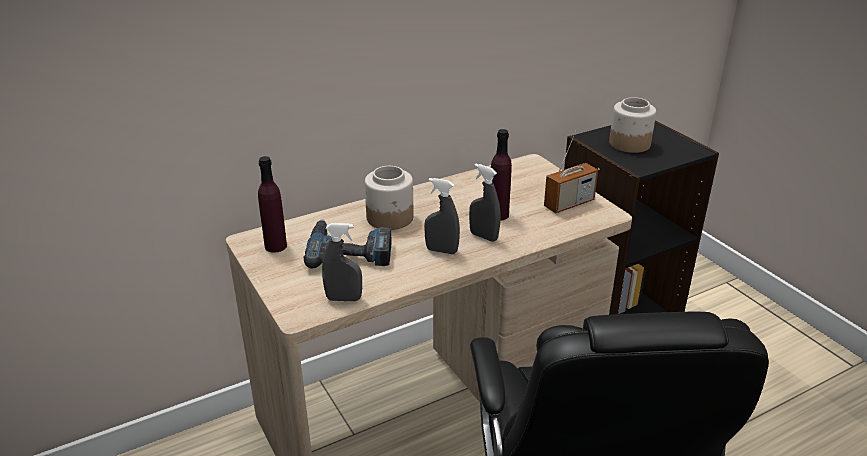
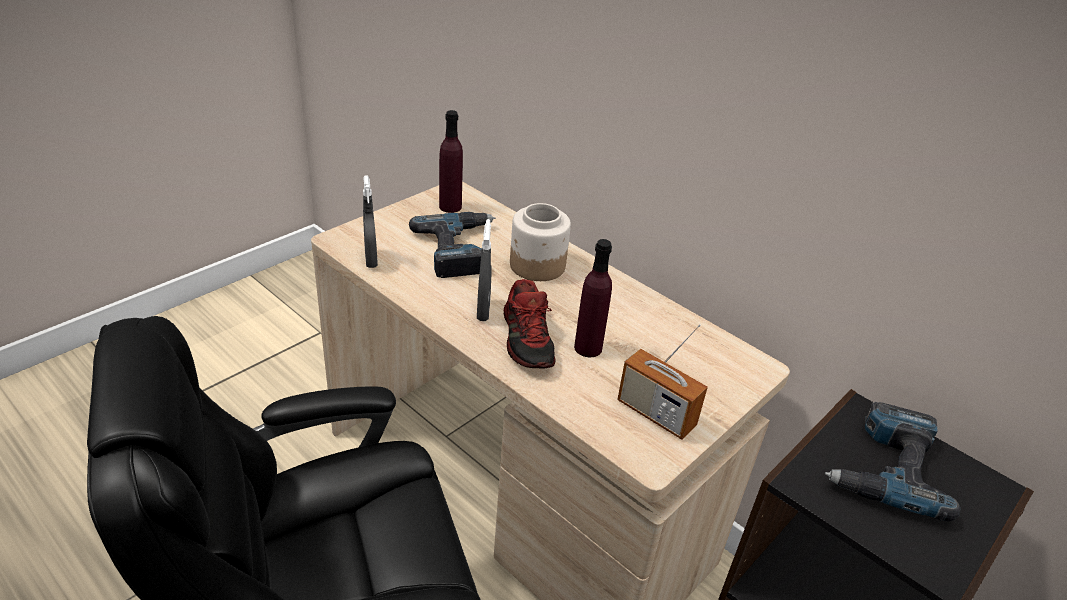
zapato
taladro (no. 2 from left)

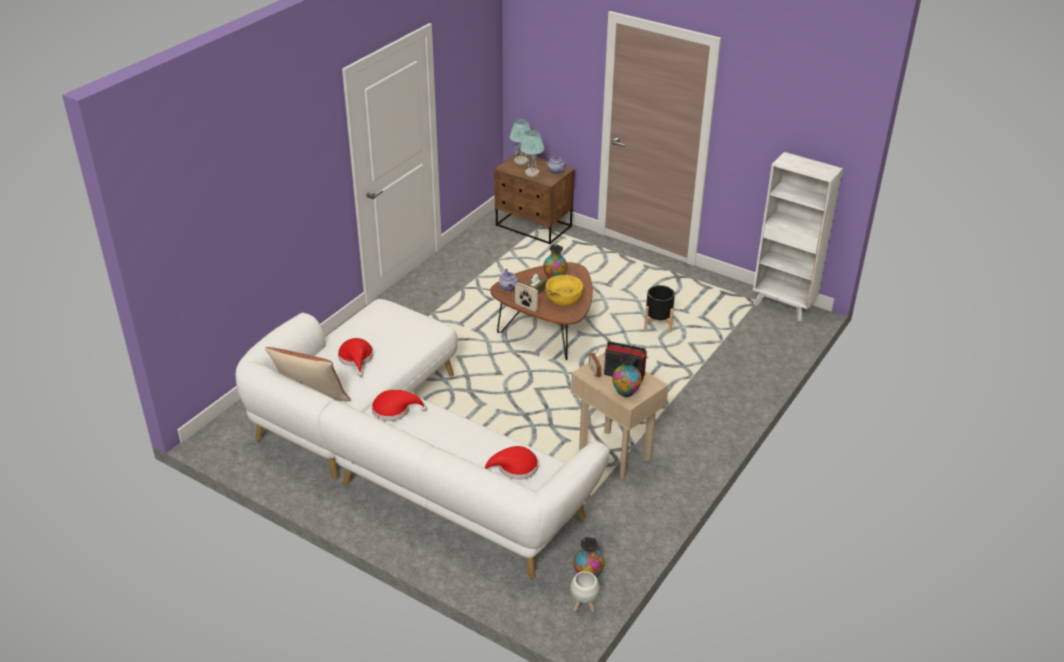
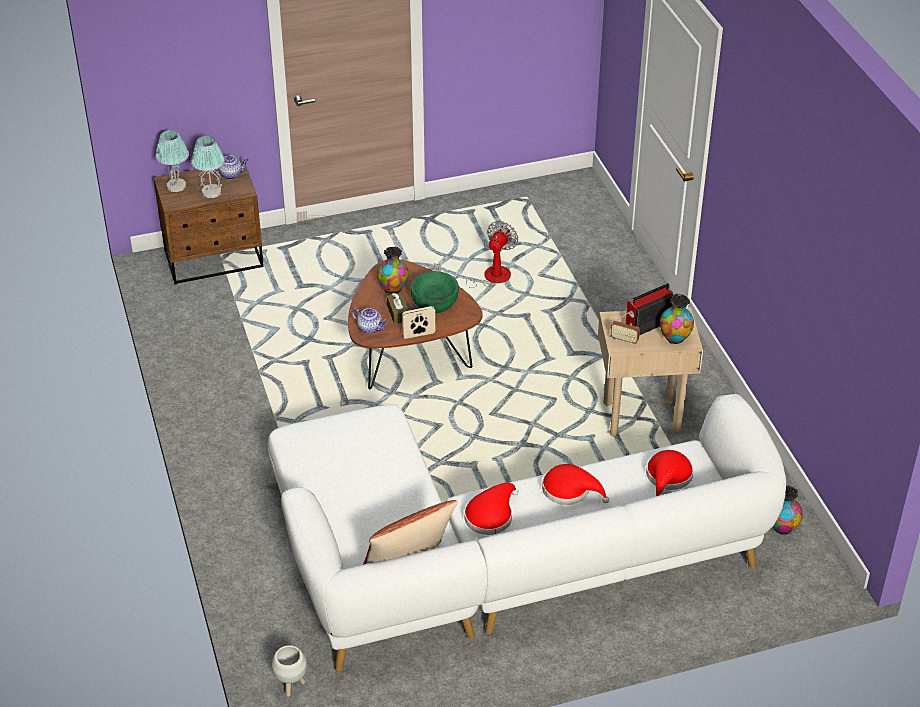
maceta [blanco]
cuenco [verde]
ventilador
sombrero [rojo] (no. 2 from left)
estantería [blanco]

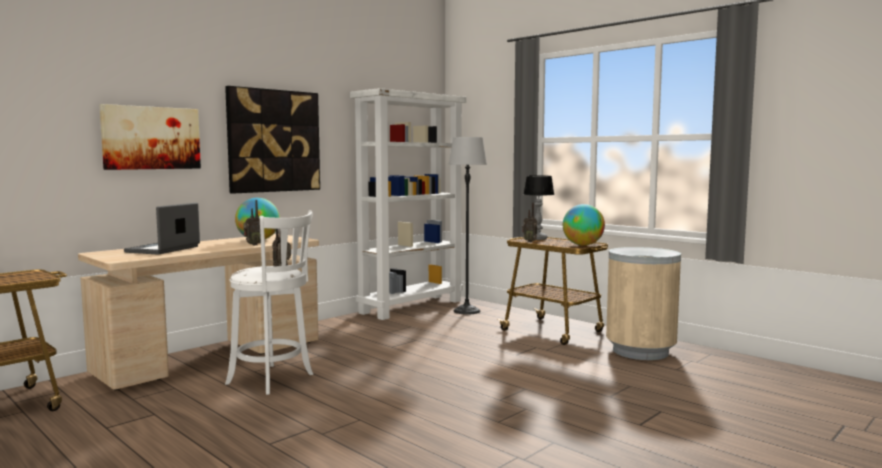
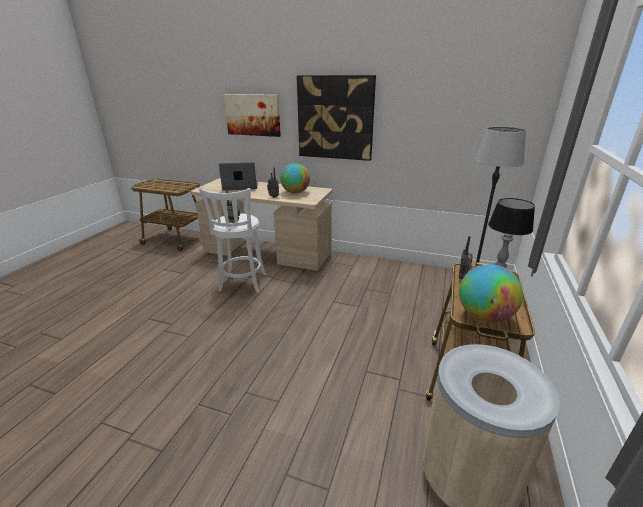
estantería [blanco]

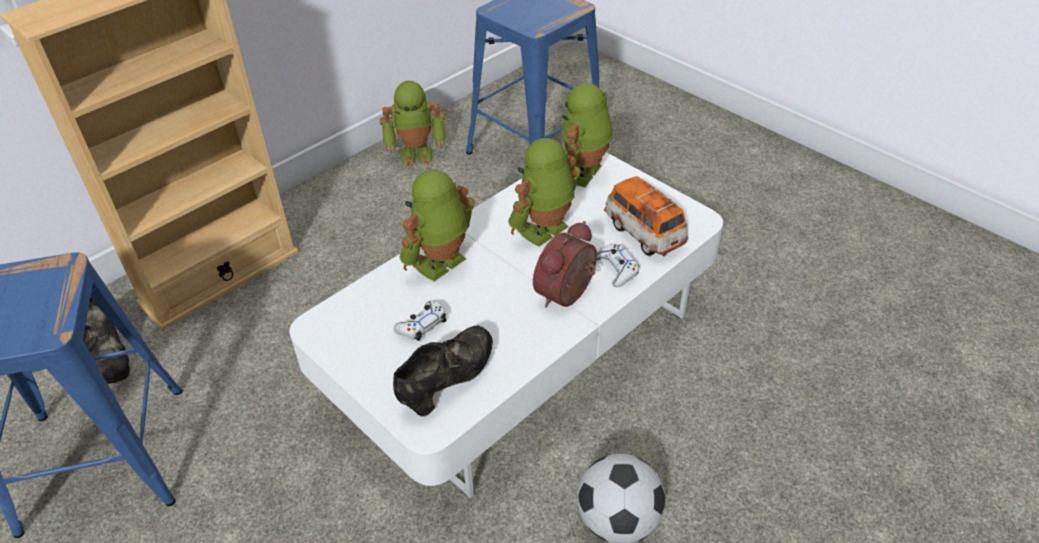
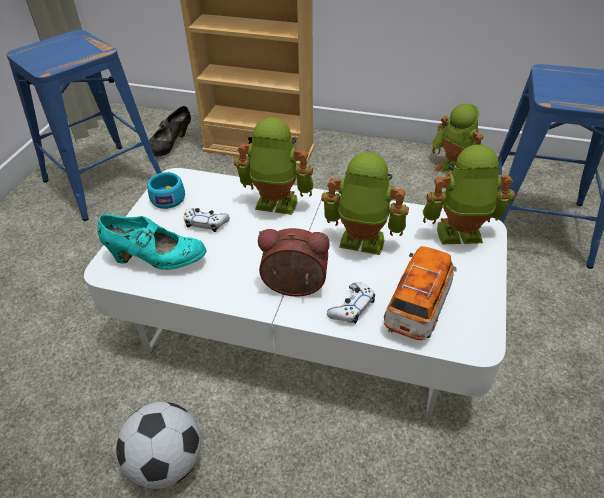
zapato [turquesa]
taza [turquesa]

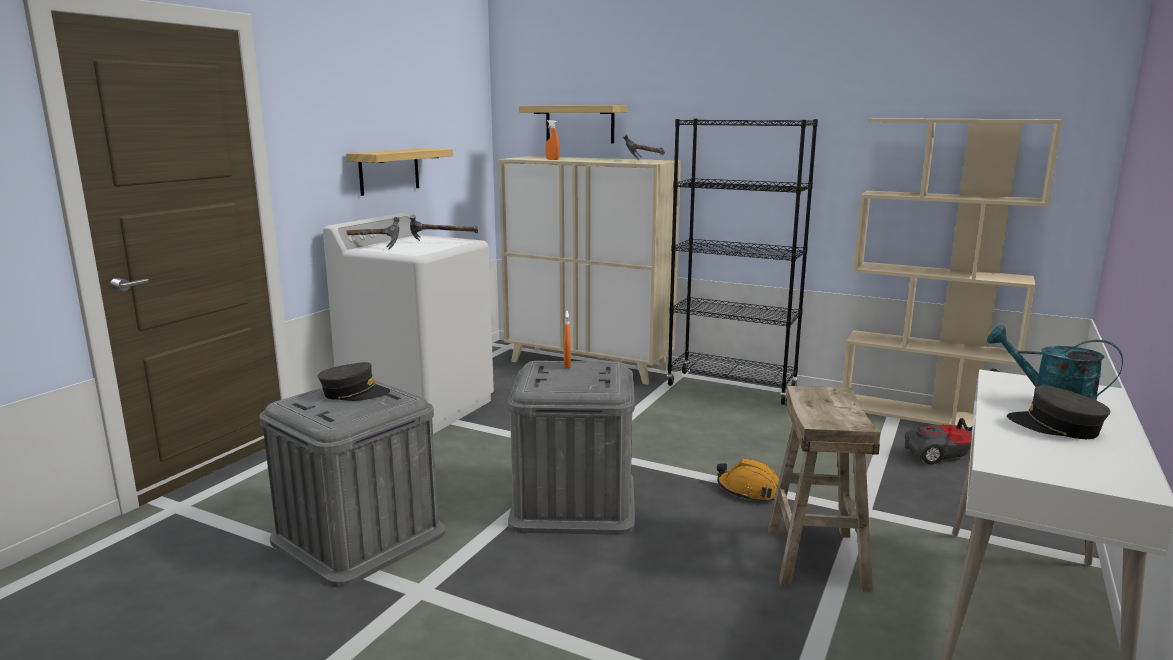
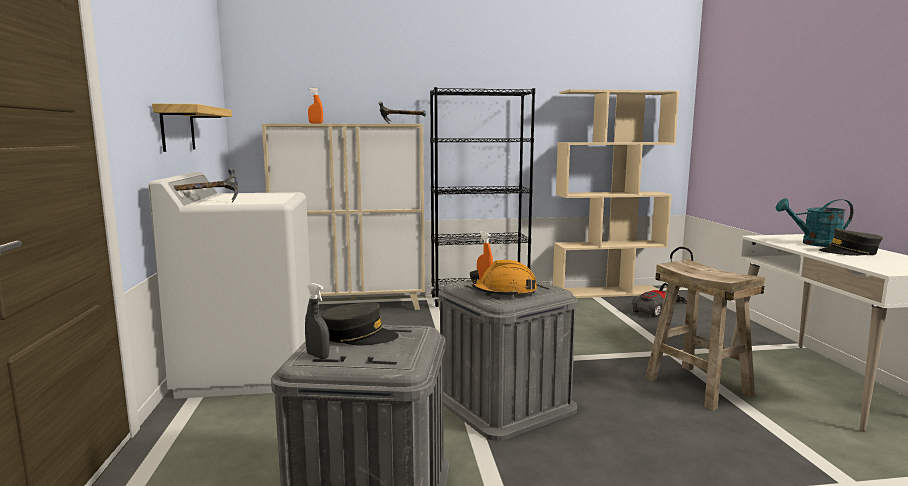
pulverizador [gris]
gorra [gris] (no. 1 from left)
casco [naranja]
martillo (no. 2 from left in the first image)
estante (no. 2 from left in the first image)

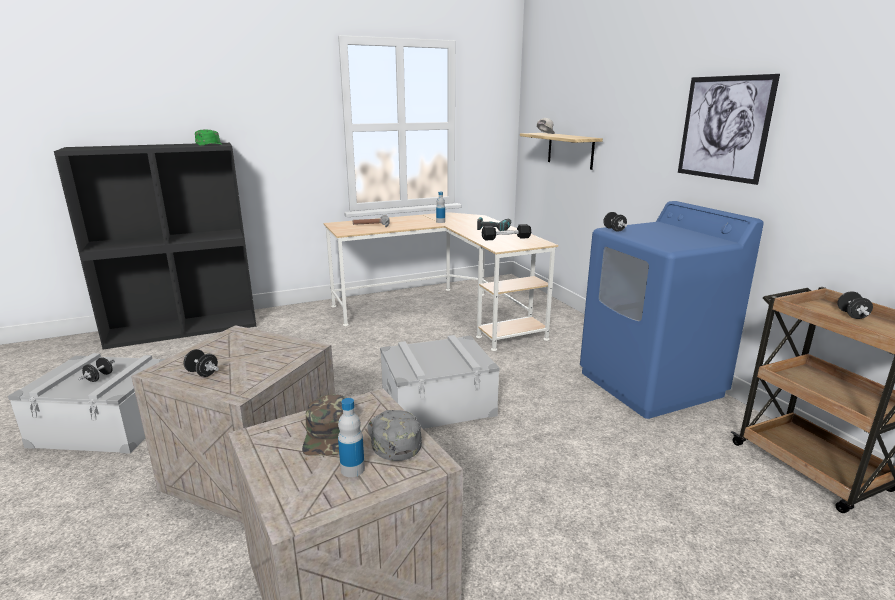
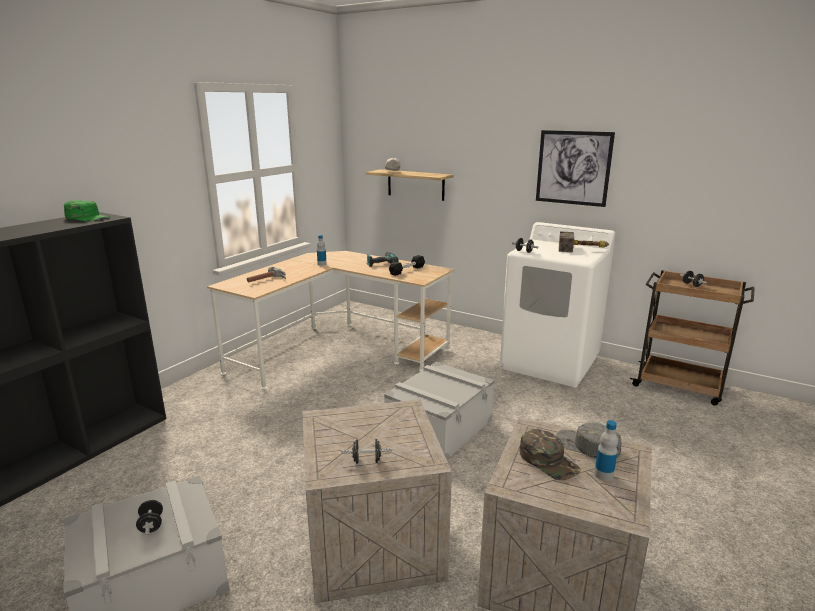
lavadora [blanco]
martillo (no. 2 from left)

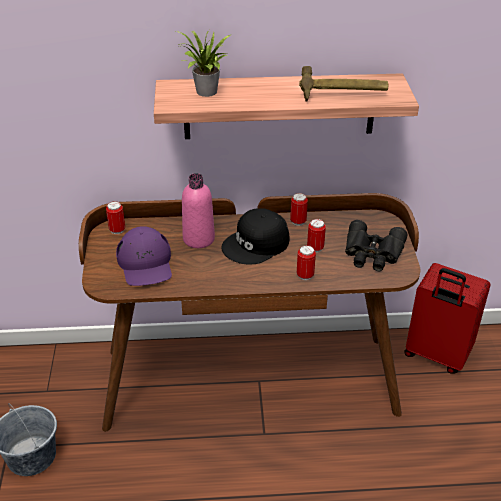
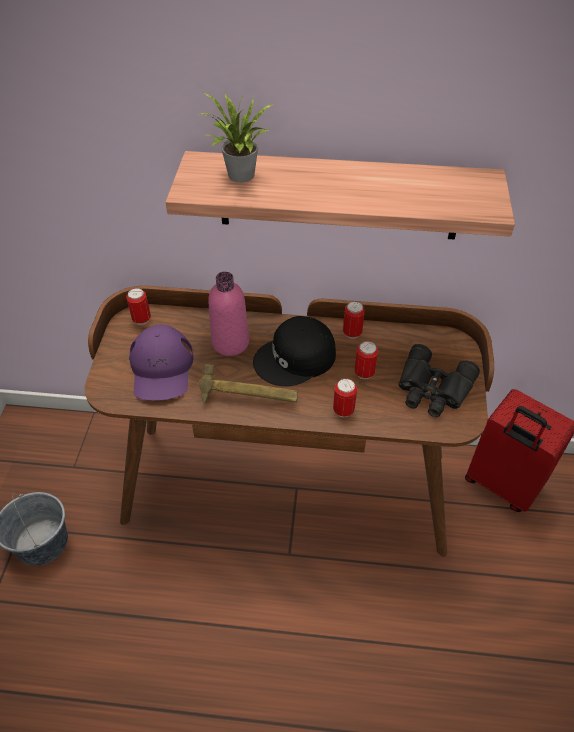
martillo

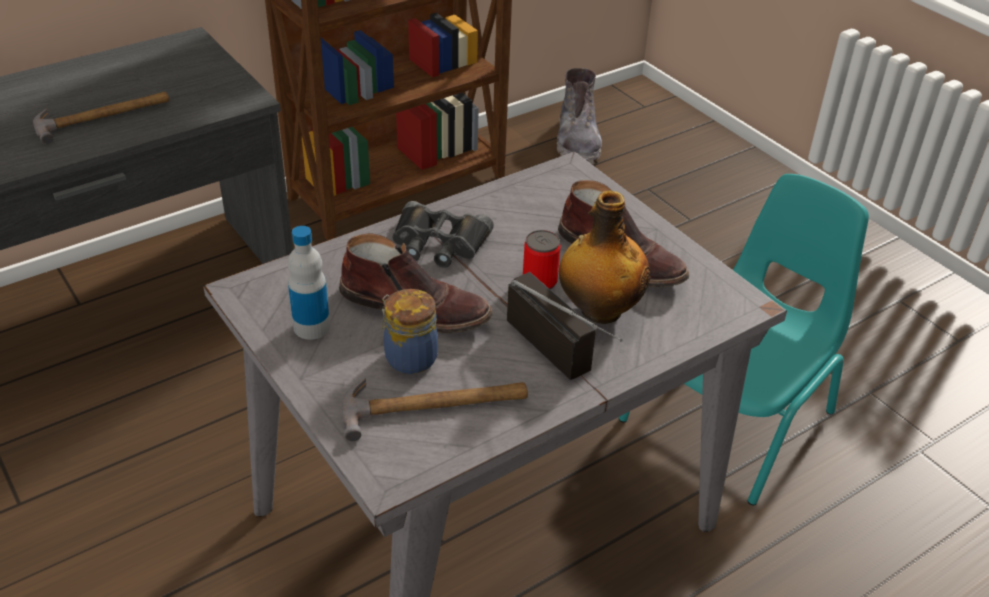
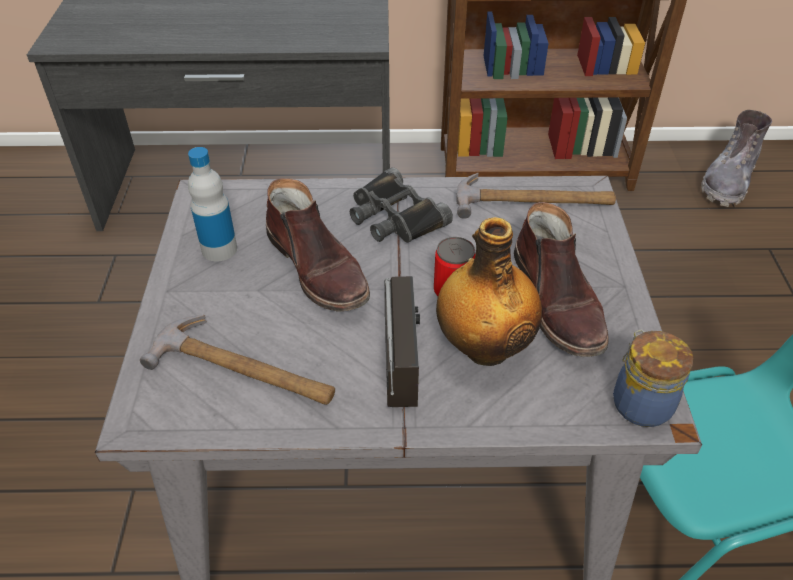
martillo (no. 2 from left)
tarro

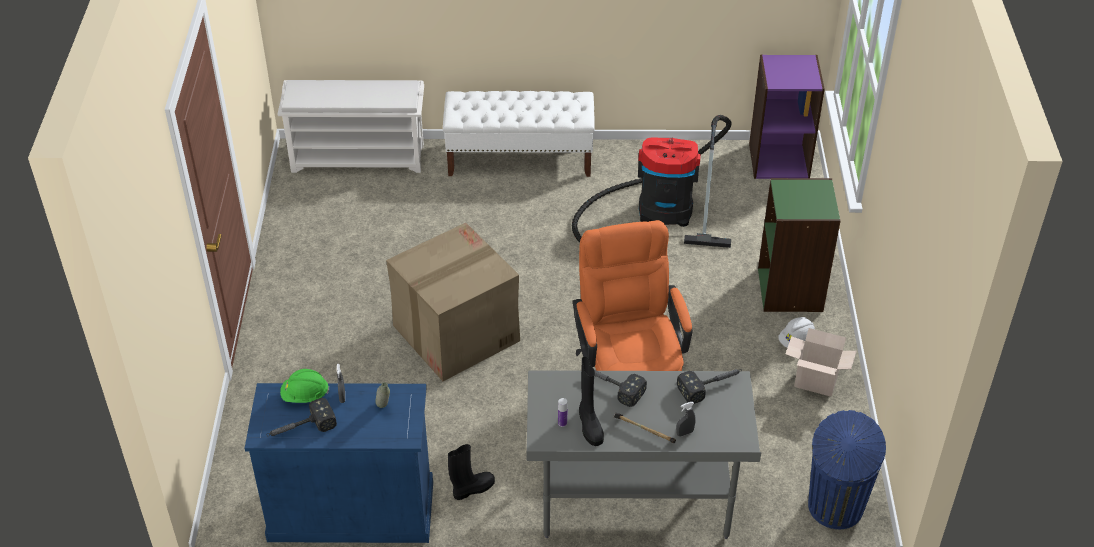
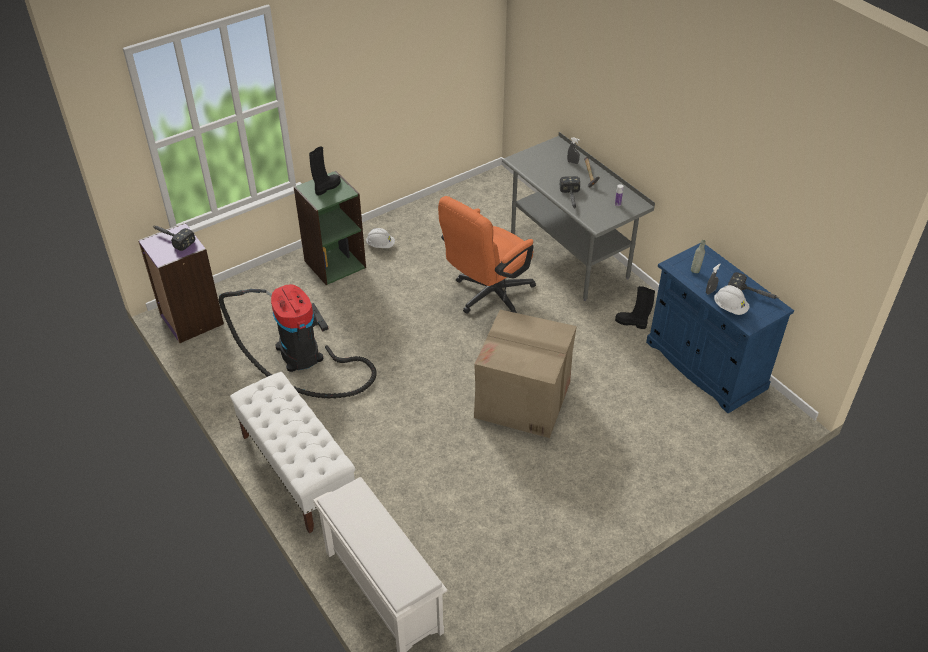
martillo (no. 1 from left)
bota [negro] (no. 1 from left)
casco [blanco] (no. 2 from left)
caja de cartón (no. 2 from left in the first image)
papelera [azul]

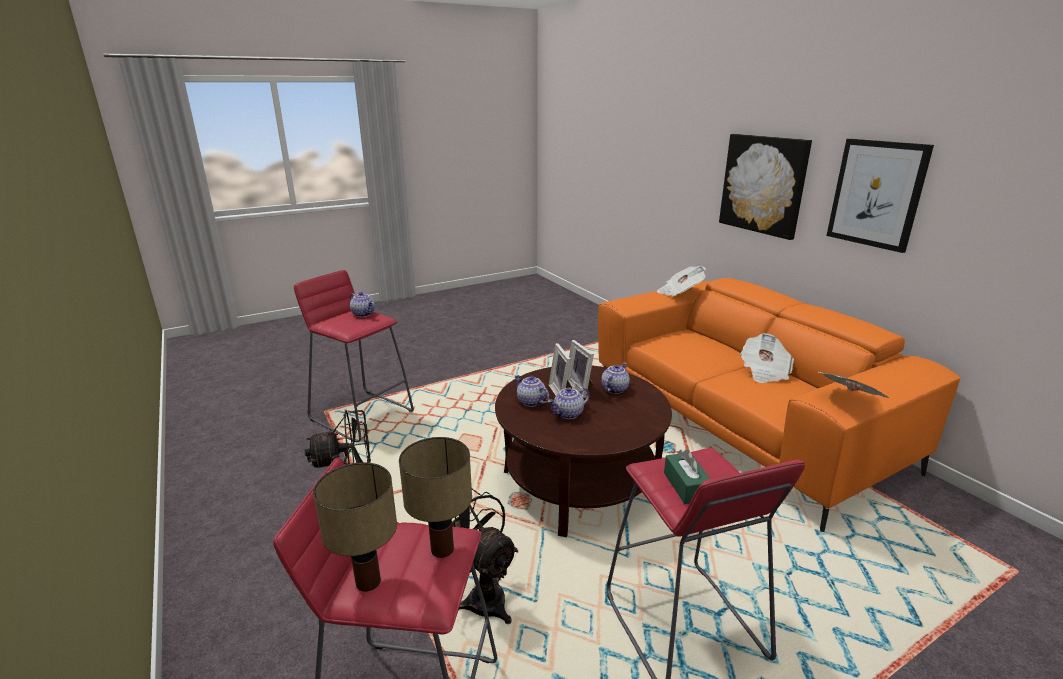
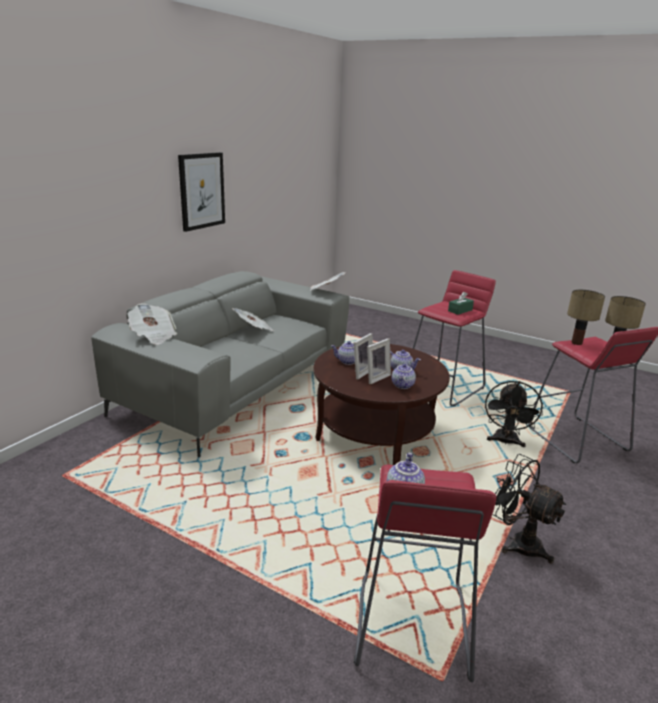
sofá [gris]
cuadro (no. 1 from left in the first image)

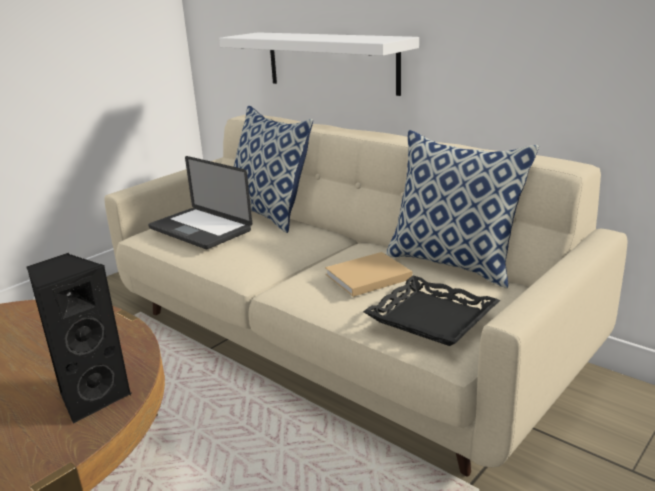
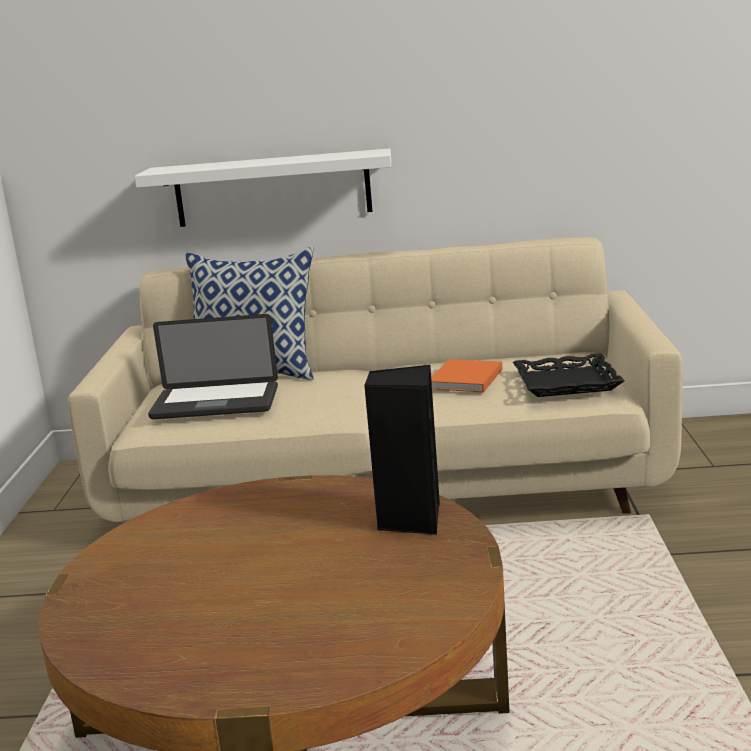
libro [naranja]
cojín (no. 2 from left in the first image)

